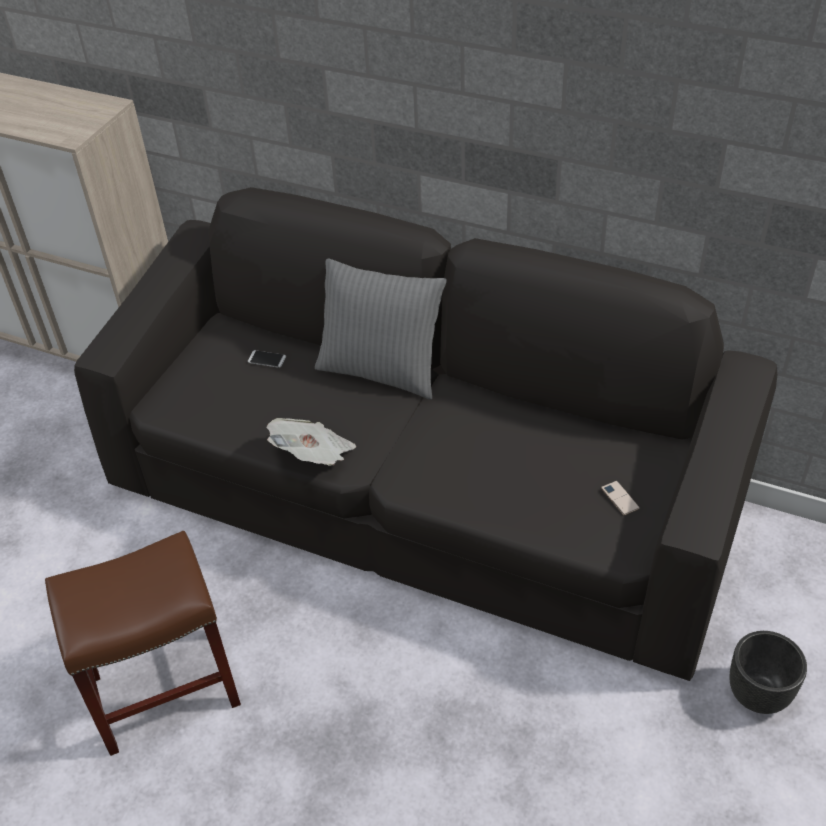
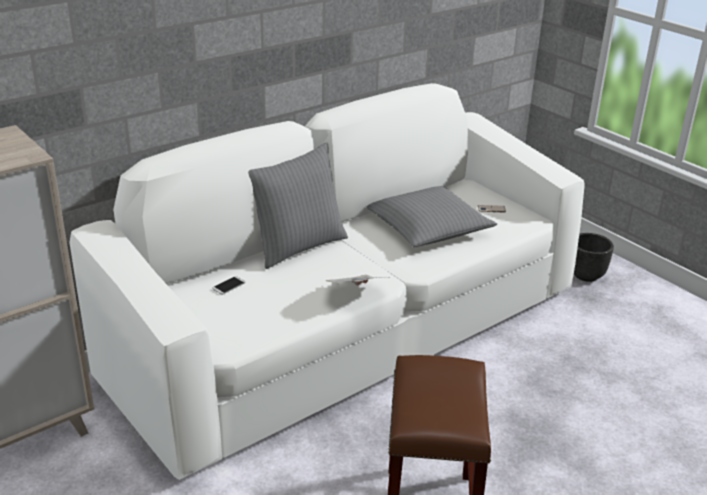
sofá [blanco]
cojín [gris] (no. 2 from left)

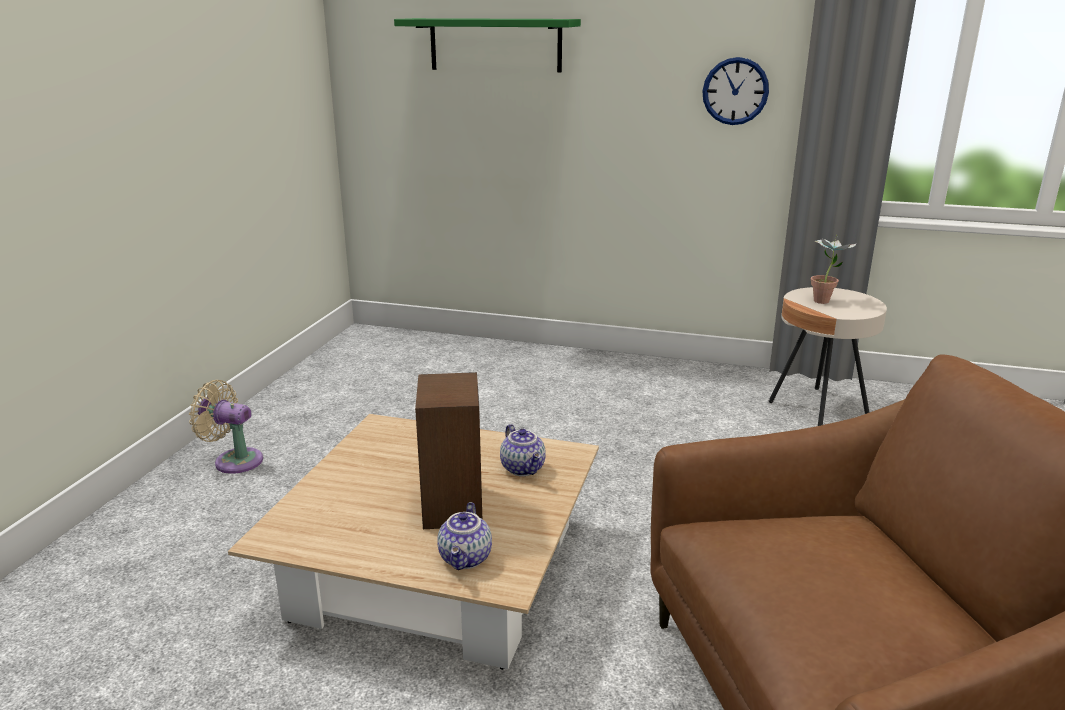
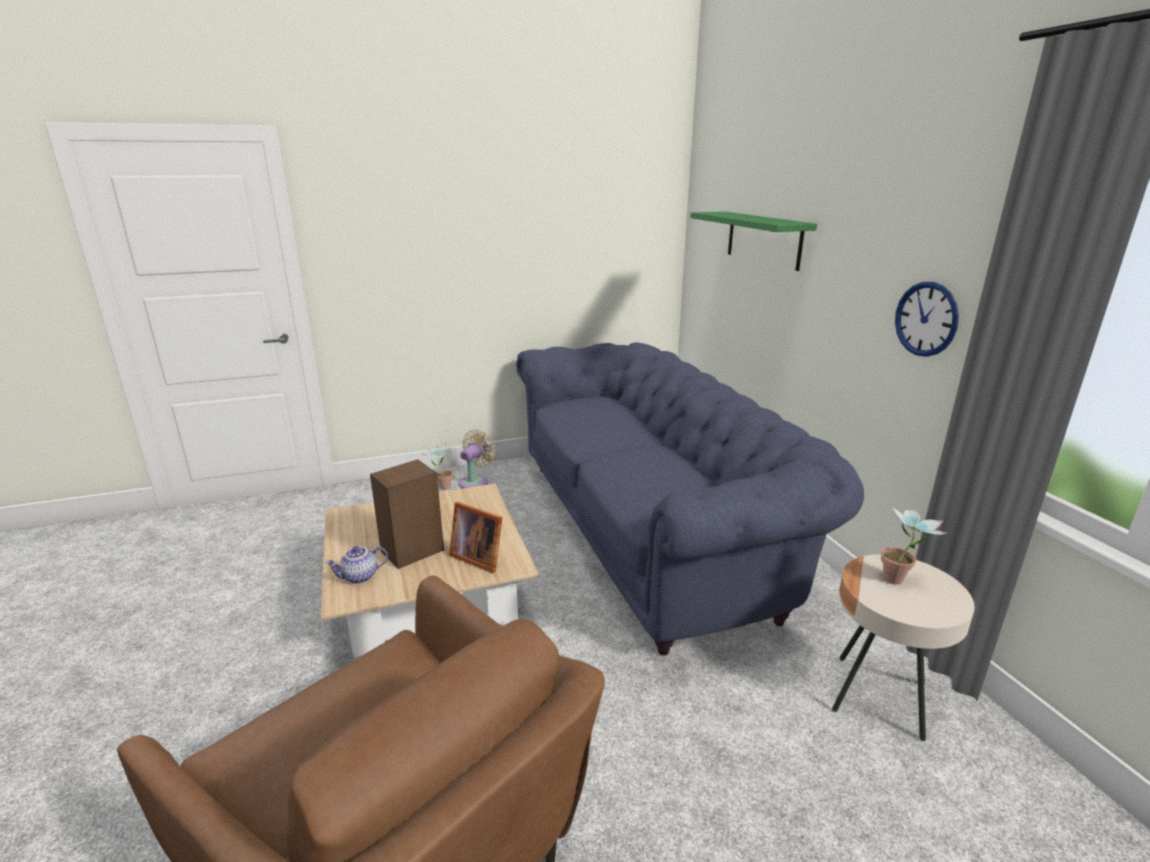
planta en maceta (no. 1 from left)
portarretratos
ventilador [beis]
sofá [azul]

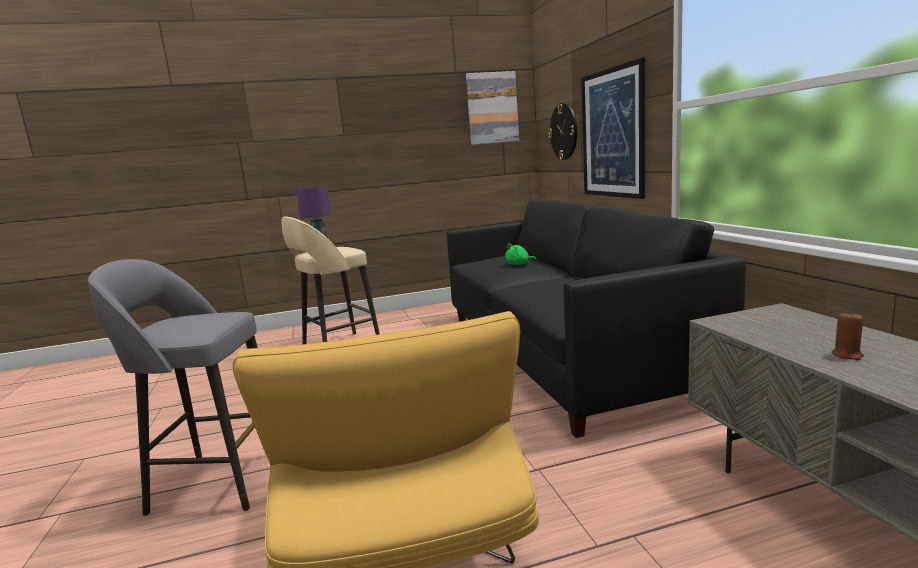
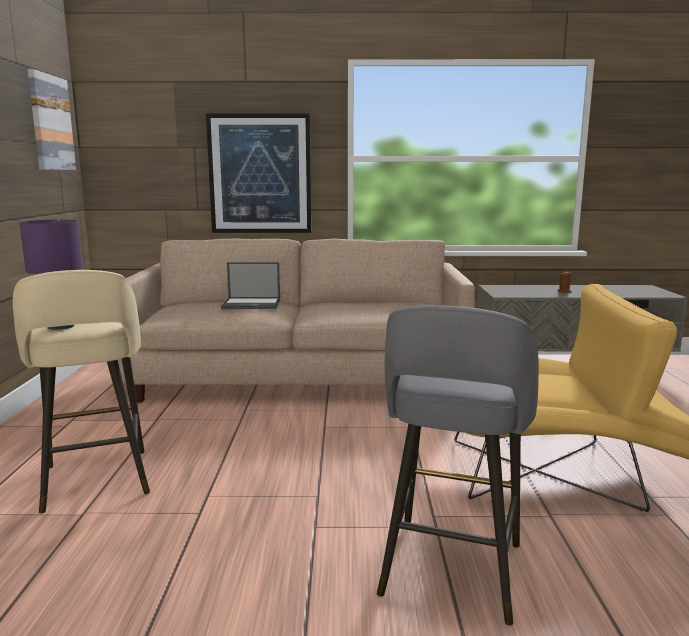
sofá [beis]
portátil
reloj de pared

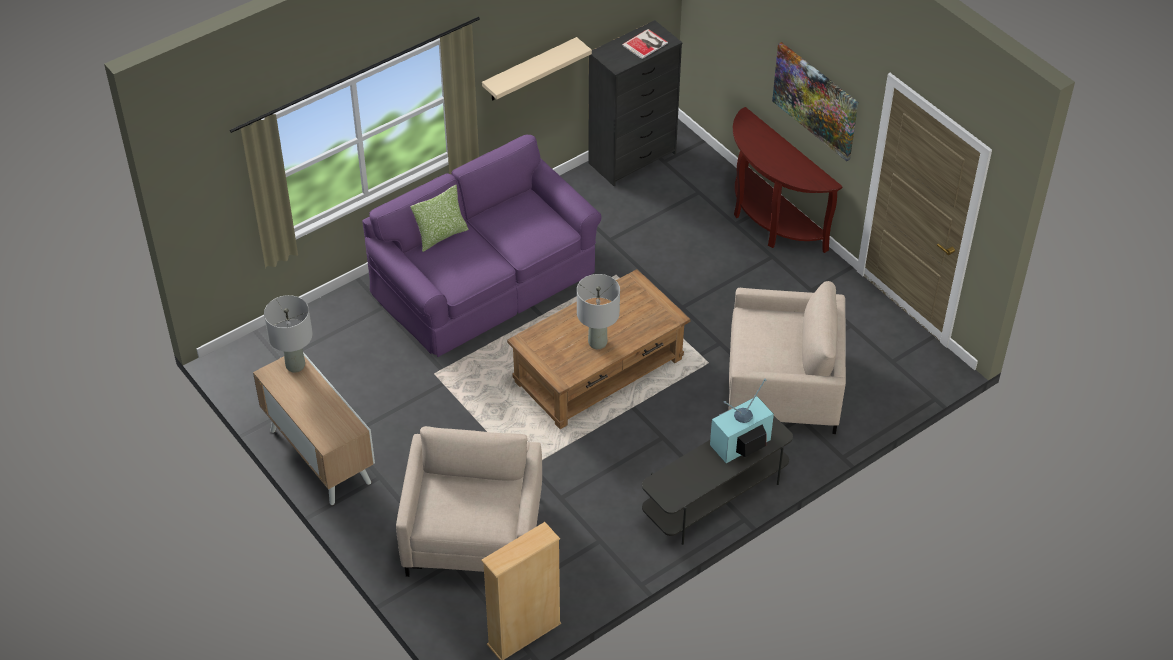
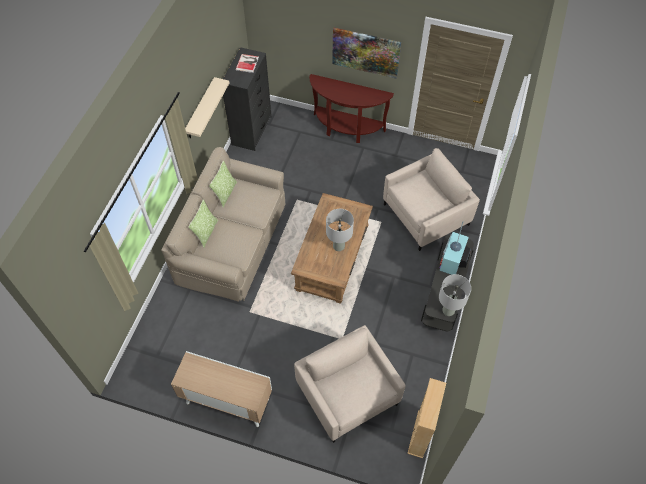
sofá [beis]
cojín (no. 2 from left)
lámpara de mesa [gris] (no. 2 from left)

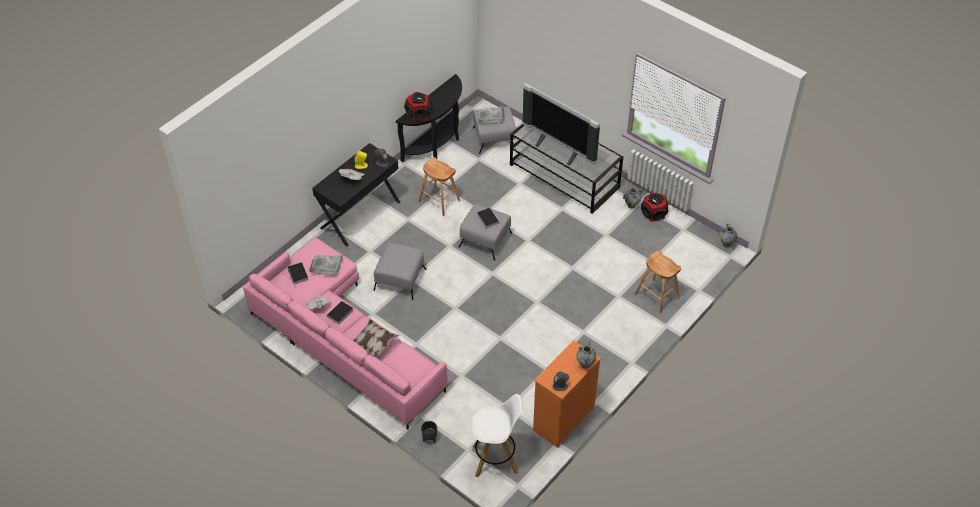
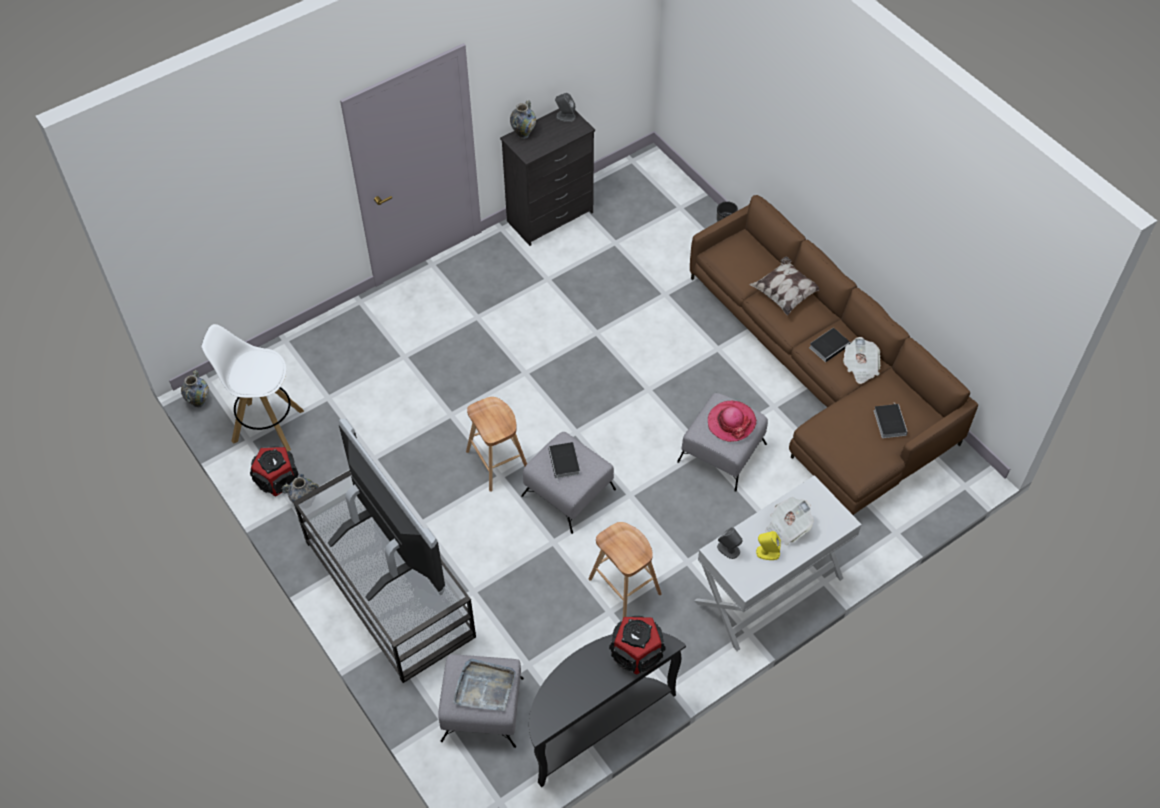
taburete [blanco]
taburete [marrón] (no. 1 from left)
cómoda [negro]
sofá [marrón]
mesa consola [blanco]
sombrero
bandeja [gris] (no. 1 from left in the first image)

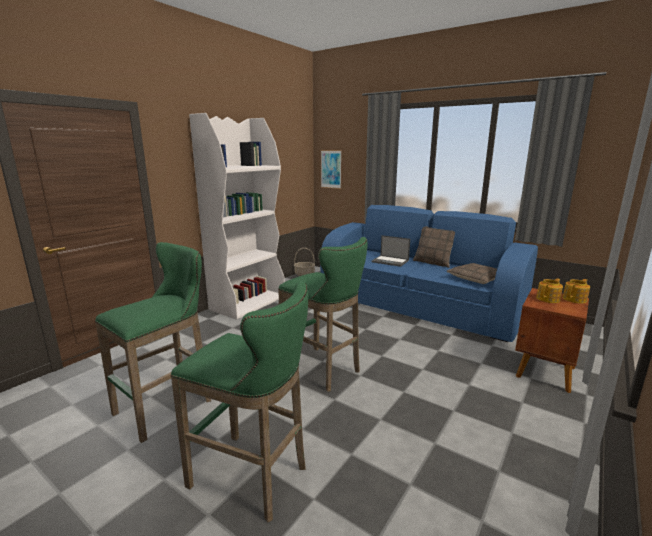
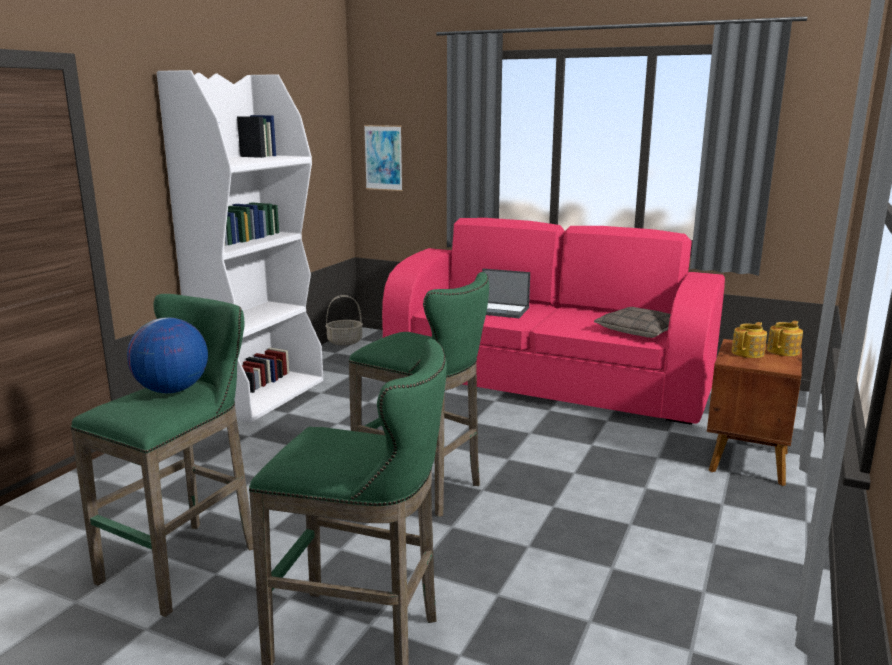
globo terráqueo
sofá [rosa]
cojín (no. 1 from left in the first image)

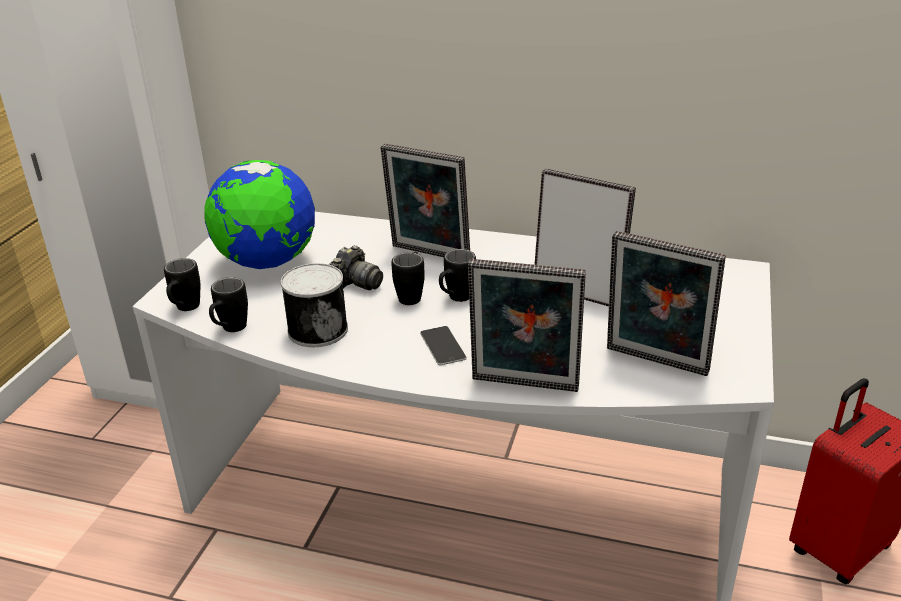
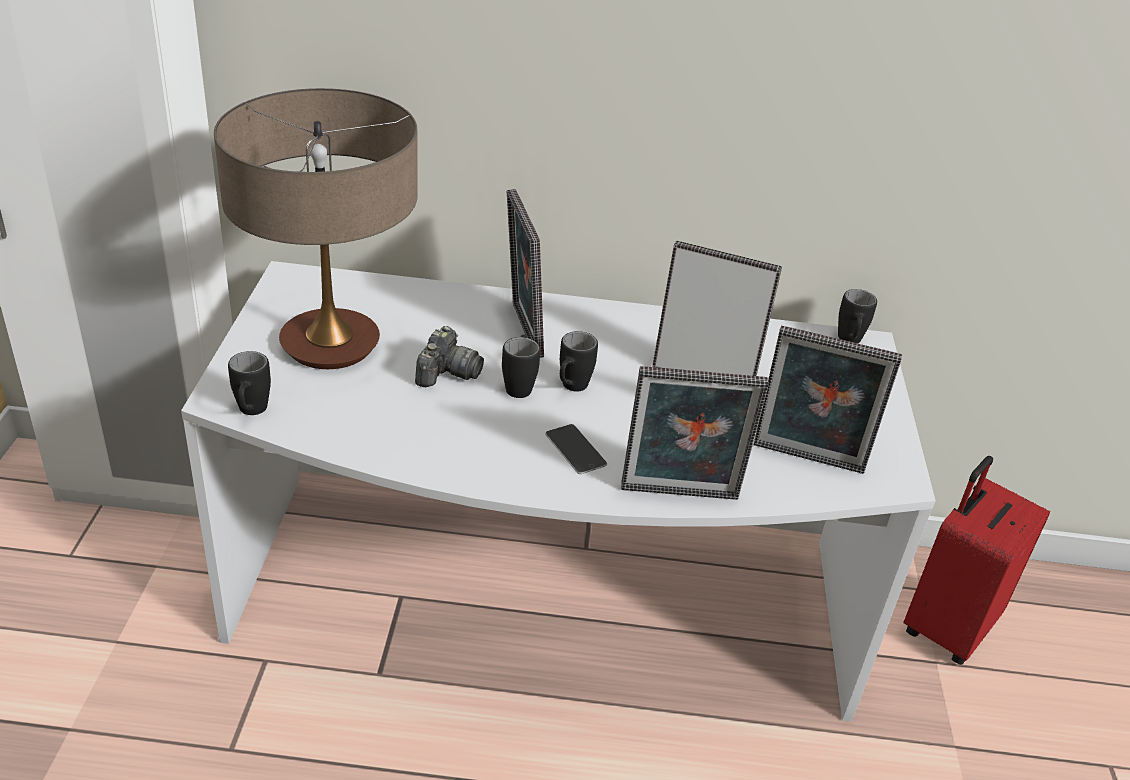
lámpara de mesa
portarretratos (no. 1 from left)
taza grande [negro] (no. 4 from left)
lata

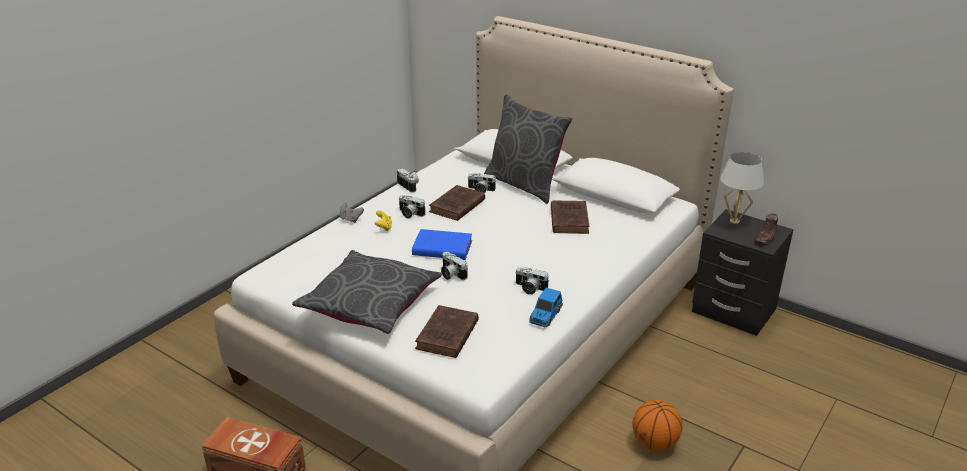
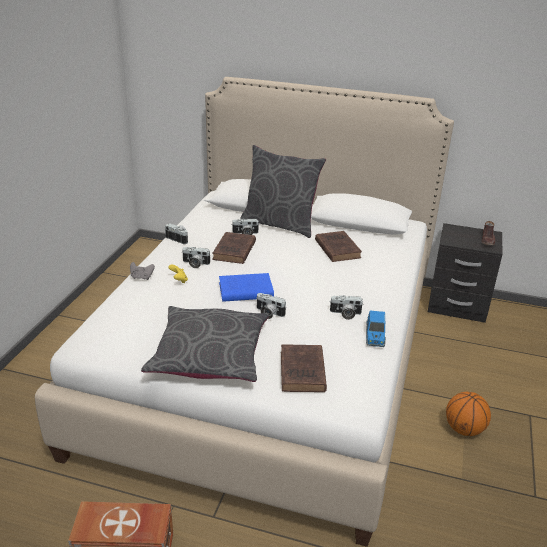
lámpara de mesa [blanco]

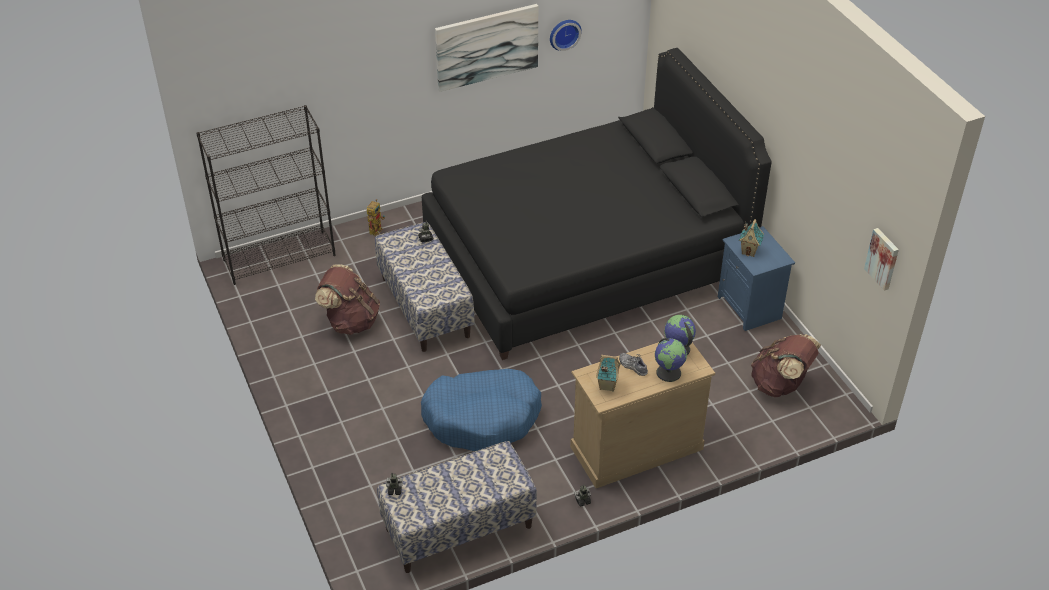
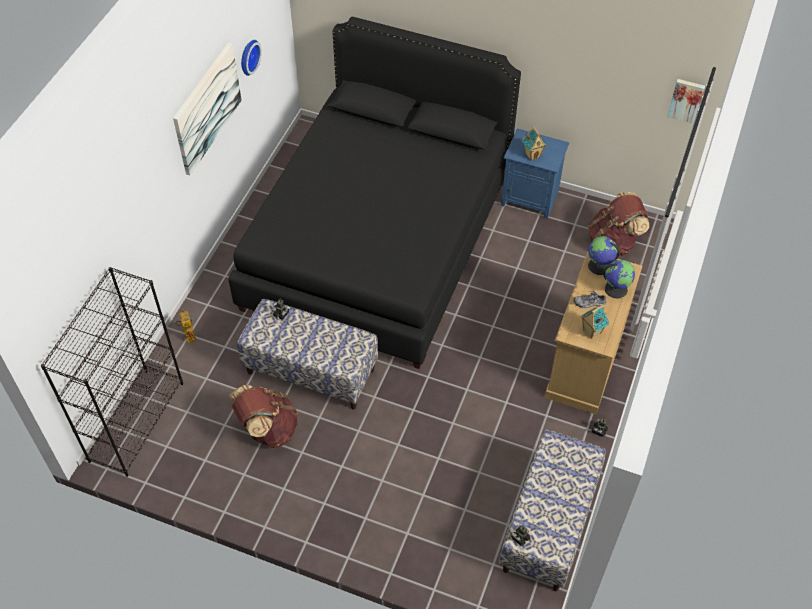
cama para perro [azul]

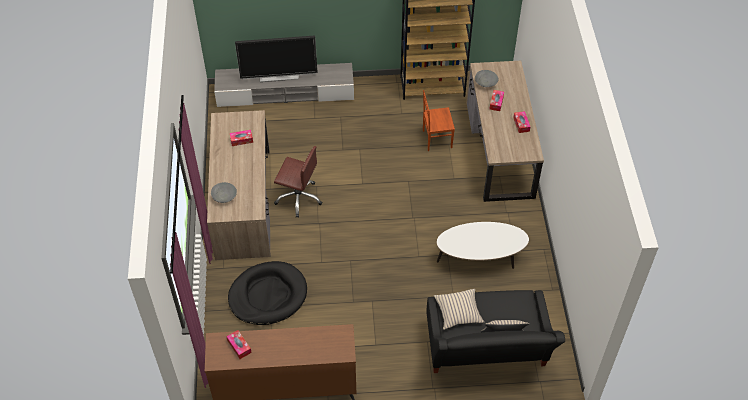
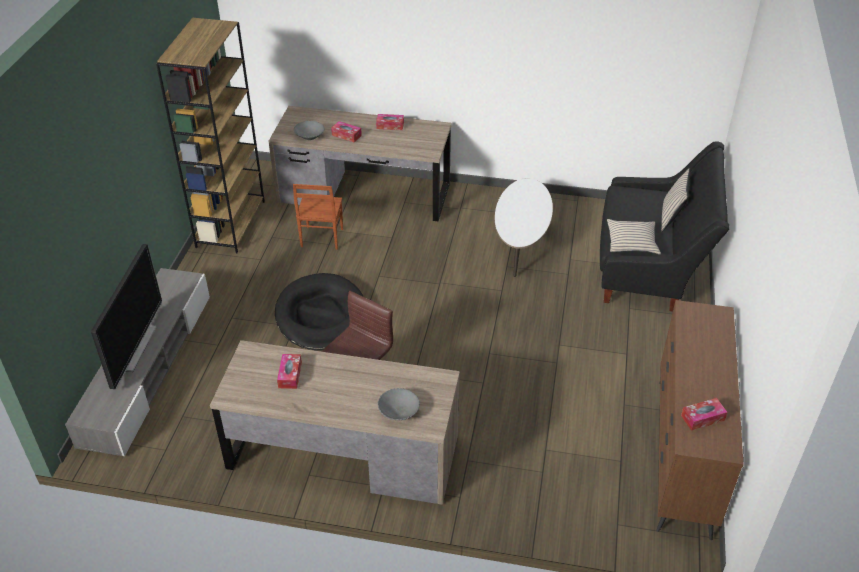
cama para perro [negro]

